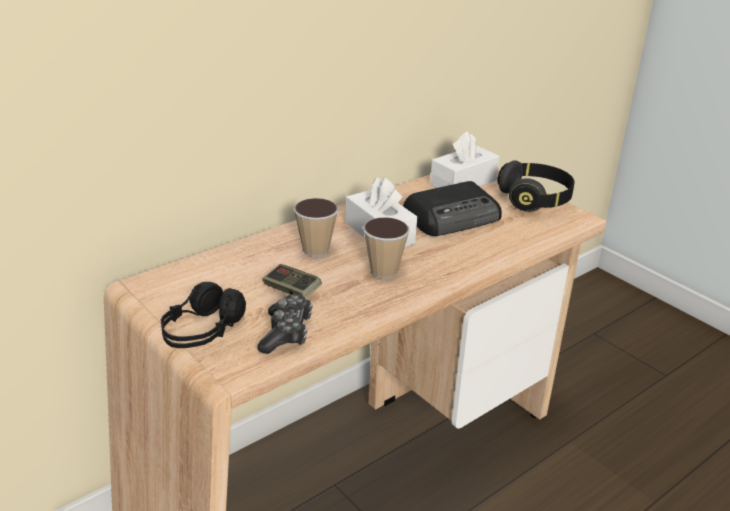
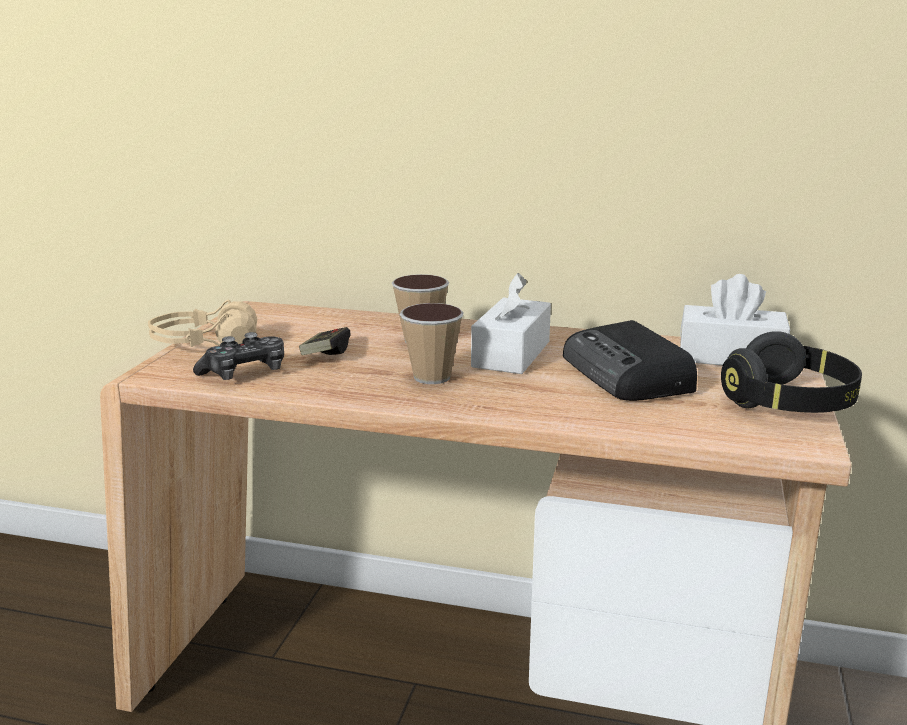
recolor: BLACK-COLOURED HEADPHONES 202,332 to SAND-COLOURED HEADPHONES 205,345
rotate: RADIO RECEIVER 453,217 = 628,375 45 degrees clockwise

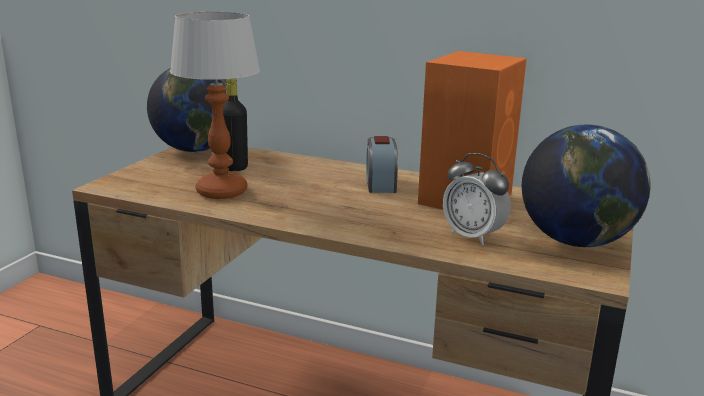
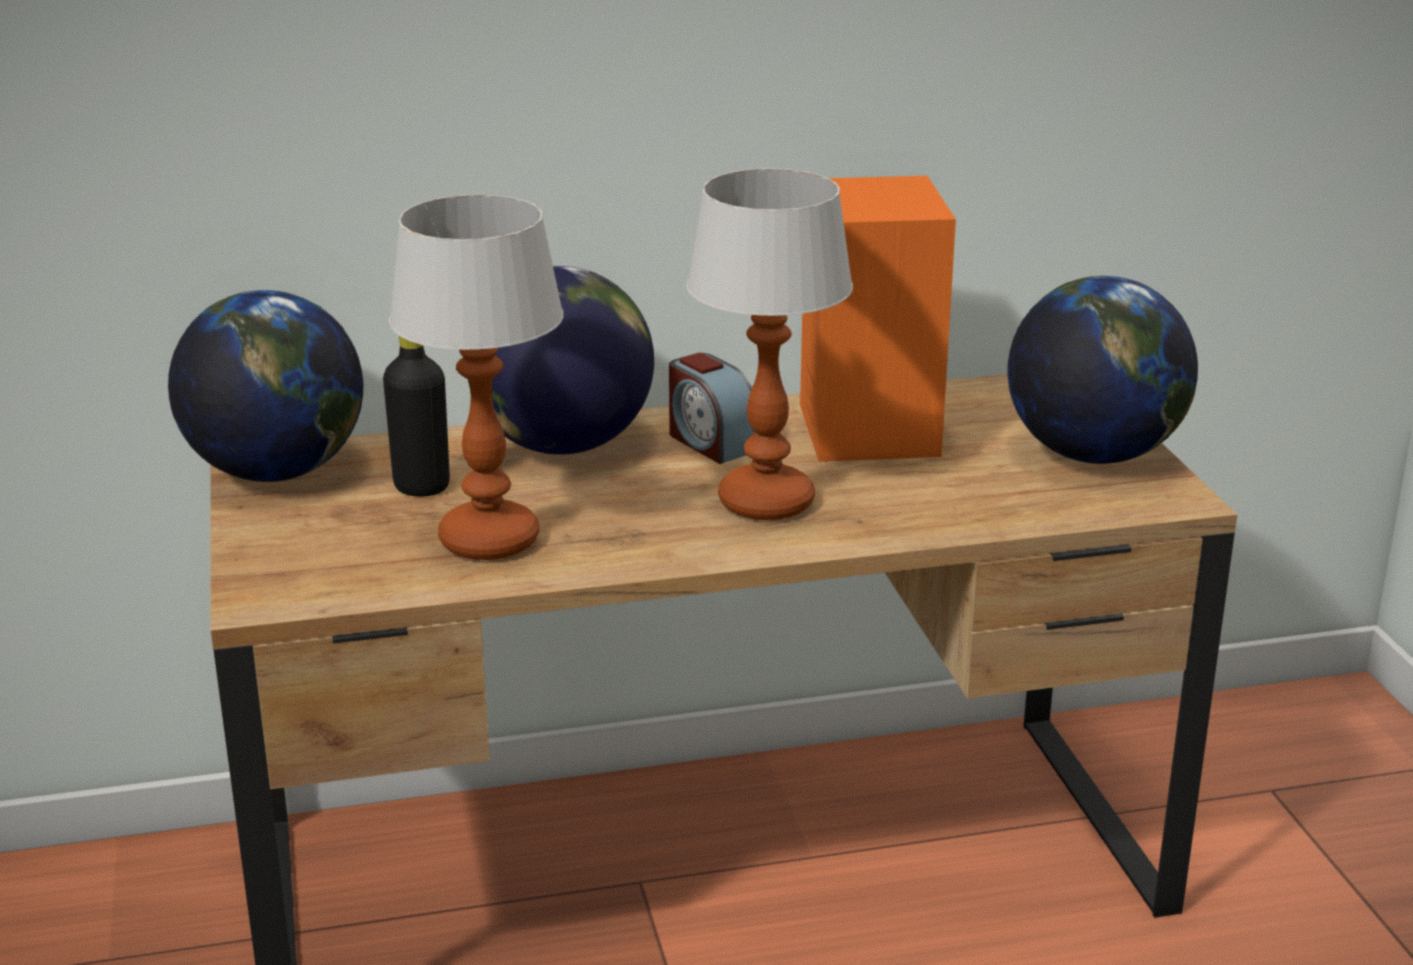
delete: BEDSIDE CLOCK 473,236
insert: DESK GLOBE 562,445; TABLETOP LAMP 765,503

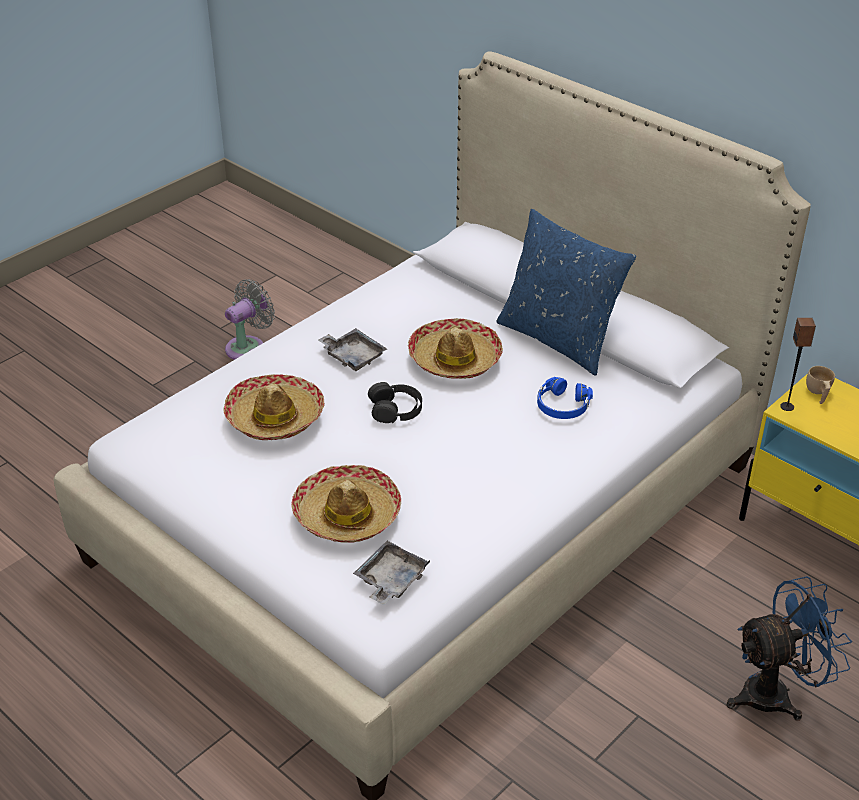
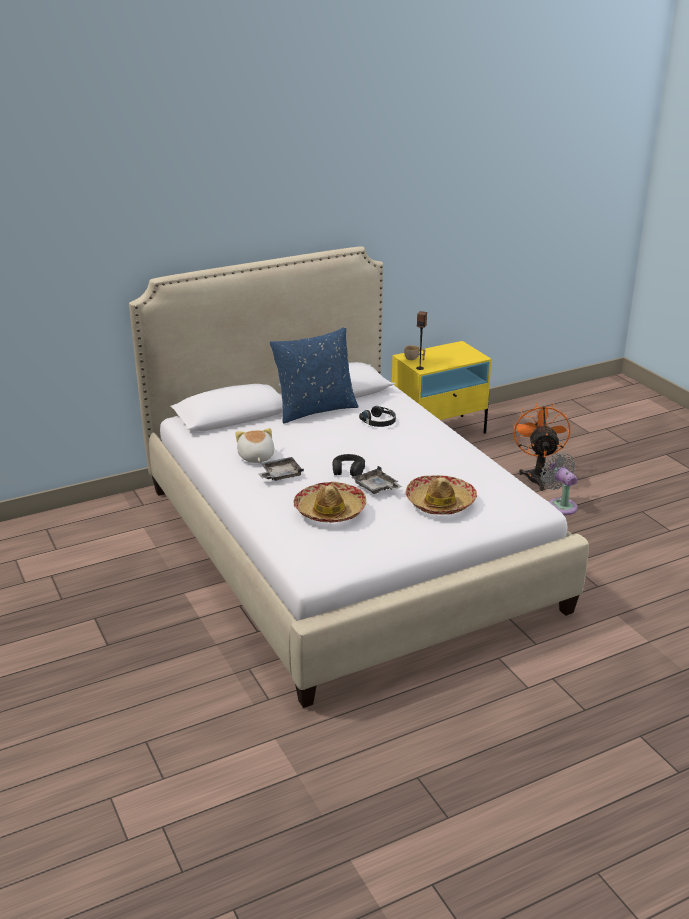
delete: CLOTHING HAT 454,359
insert: PLUSH TOY 255,457
move: GREY TRAY 390,580 to 376,487; GREY ELECTRIC FAN 248,347 to 560,505
recolor: BLUE HEADPHONES 562,406 to BLACK-COLOURED HEADPHONES 379,422; BLUE ELECTRIC FAN 776,693 to ORANGE ELECTRIC FAN 538,475

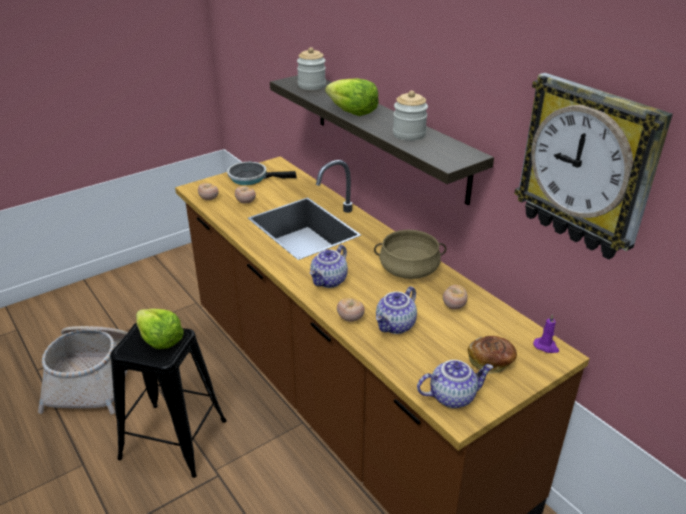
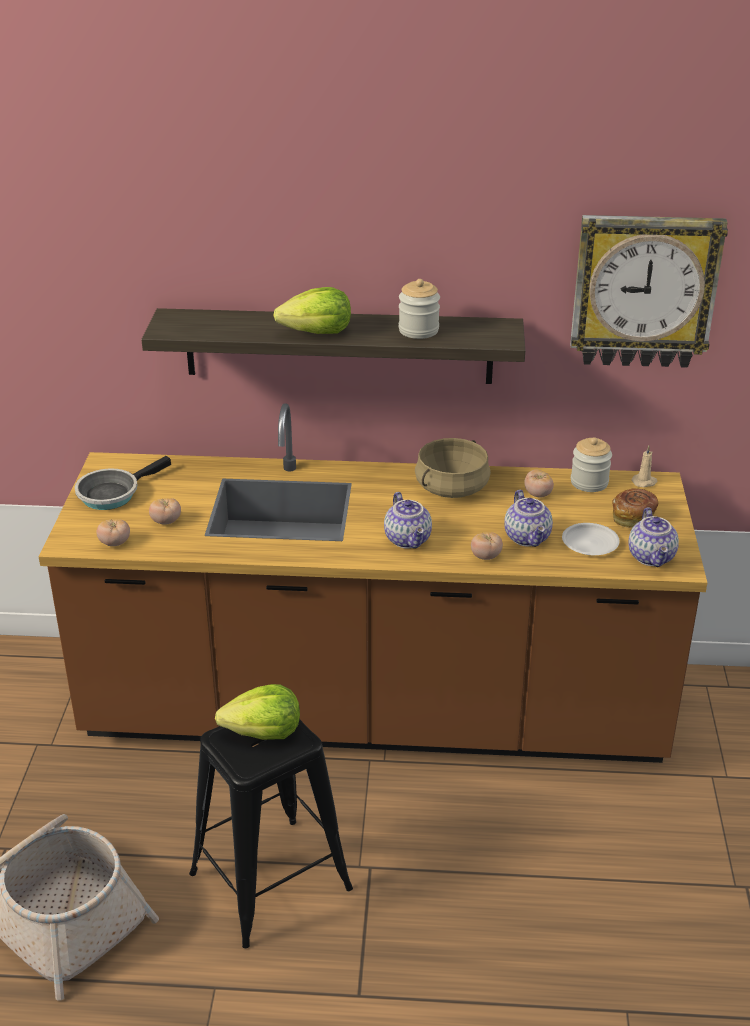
insert: WHITE-COLOURED FLAT DISH 590,543
move: STORAGE JAR 311,85 to 589,482
recolor: PURPLISH WAX CANDLE 546,346 to SAND-COLOURED WAX CANDLE 644,482
rotate: POT FOR TEA 452,396 = 652,557 150 degrees clockwise

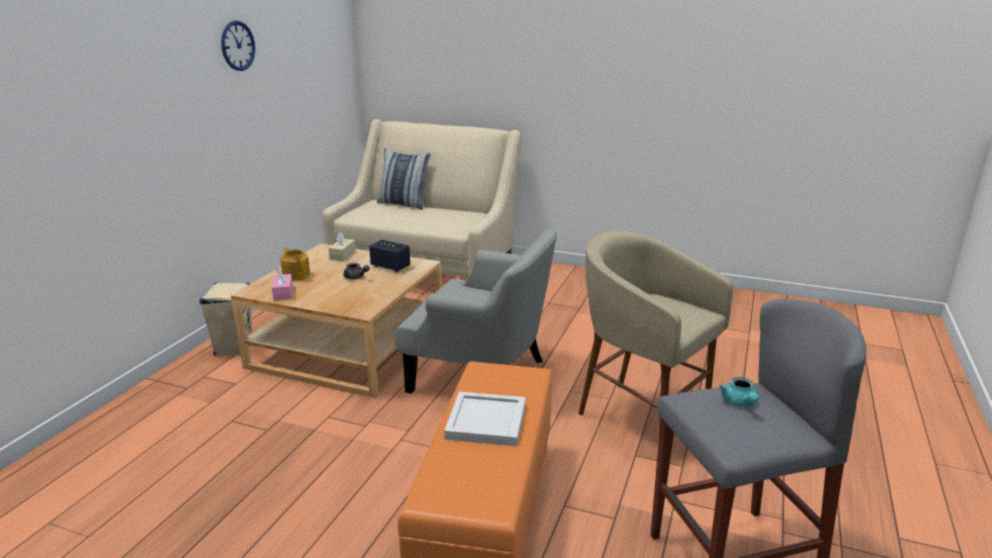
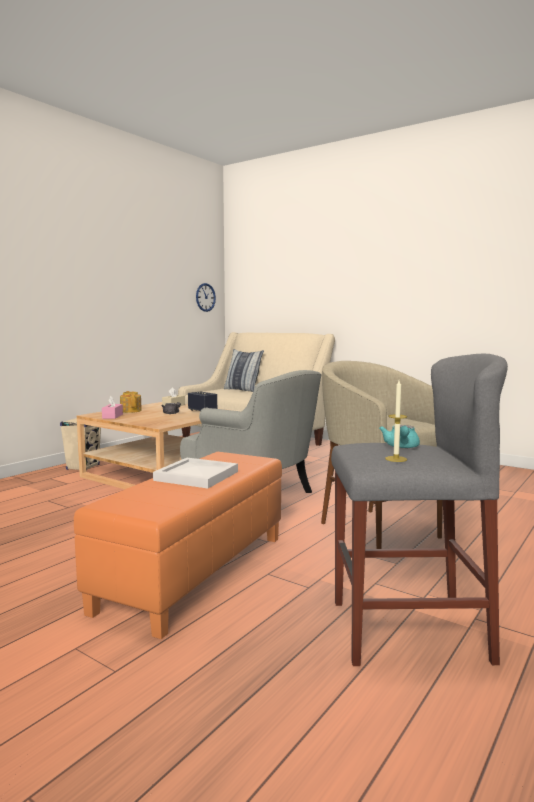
insert: WAX CANDLE 396,459
move: HANGING CLOCK 237,46 to 205,297

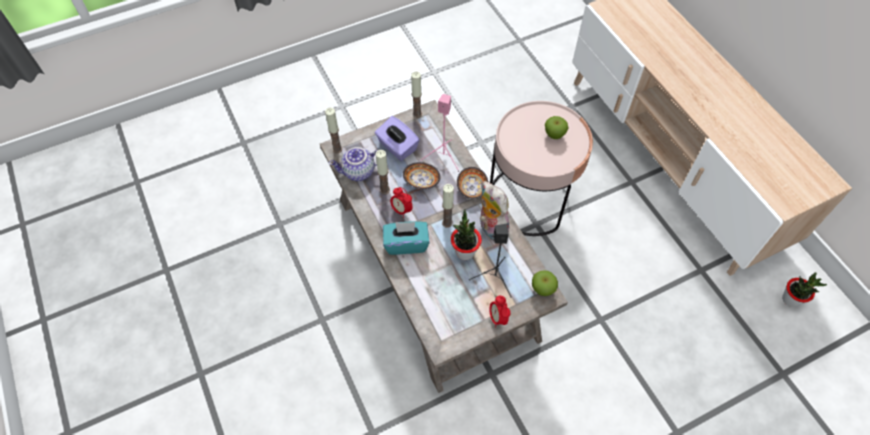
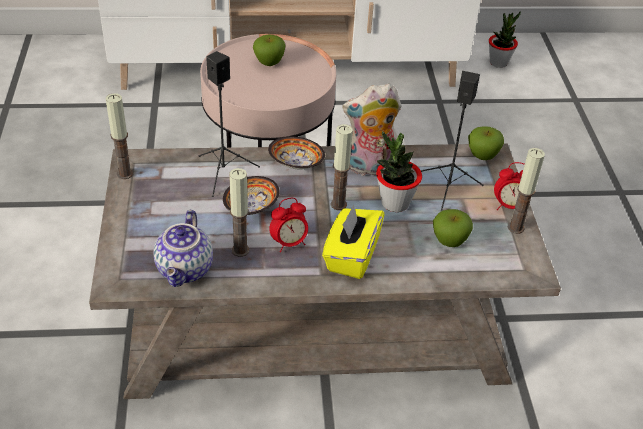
delete: PURPLISH TISSUE BOX 397,147
insert: WHOLE APPLE 449,241
move: WAX CANDLE 337,149 to 515,227
recolor: PINK-COLOURED SPEAKER 444,157 to BLACK-COLOURED SPEAKER 224,172; TURQUOISE-COLOURED TISSUE BOX 406,244 to YELLOW-COLOURED TISSUE BOX 351,256

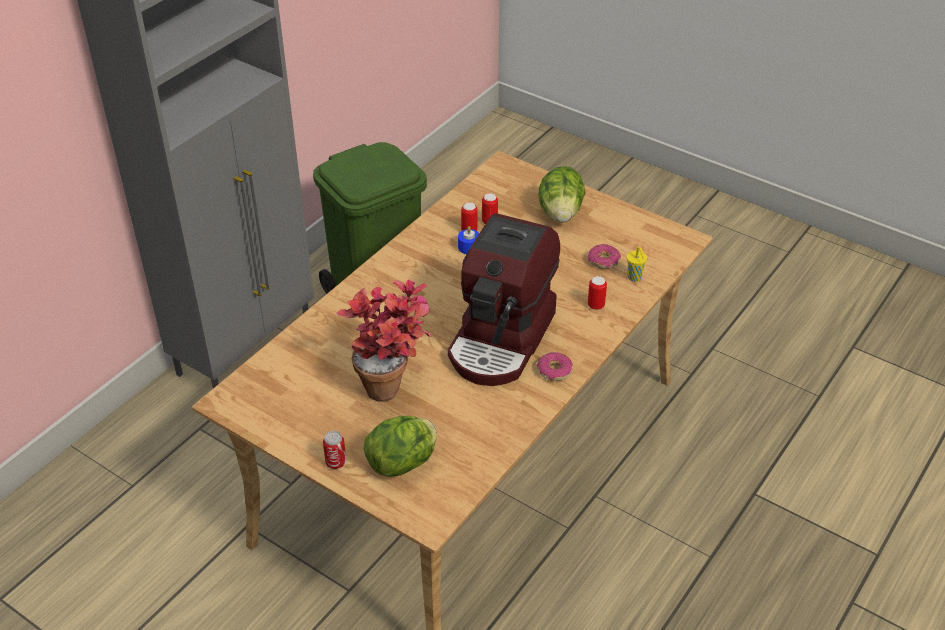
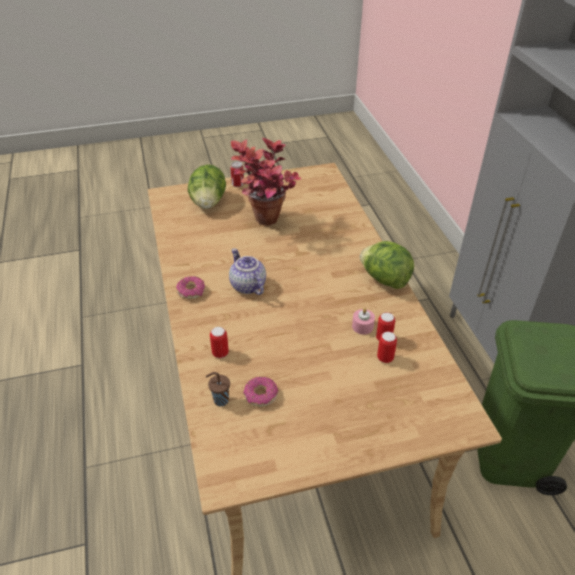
move: LETTUCE 560,213 to 384,279
replace: COFFEE MAKER 502,339 to POT FOR TEA 247,286
recolor: YELLOW-COLOURED SMALL CUP 634,278 to BROWNISH SMALL CUP 220,400; BLUE WAX CANDLE 469,247 to PINK-COLOURED WAX CANDLE 362,326

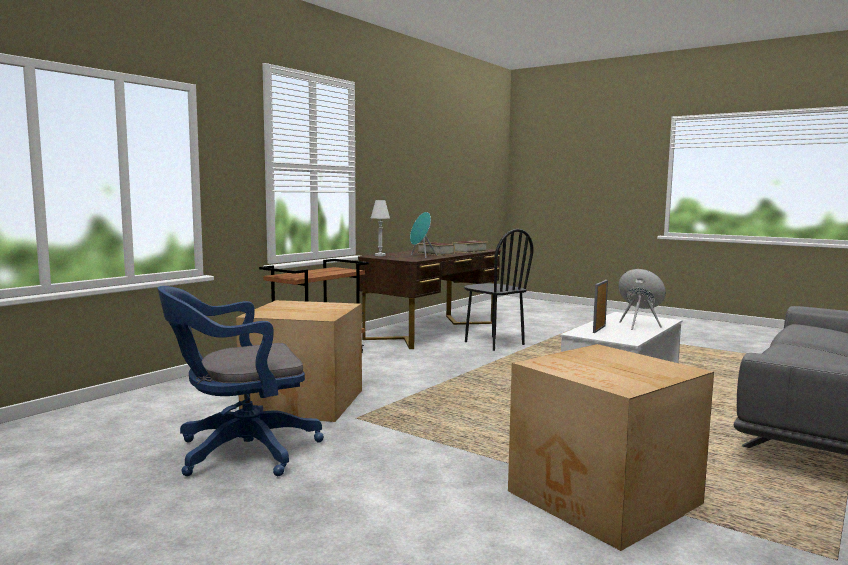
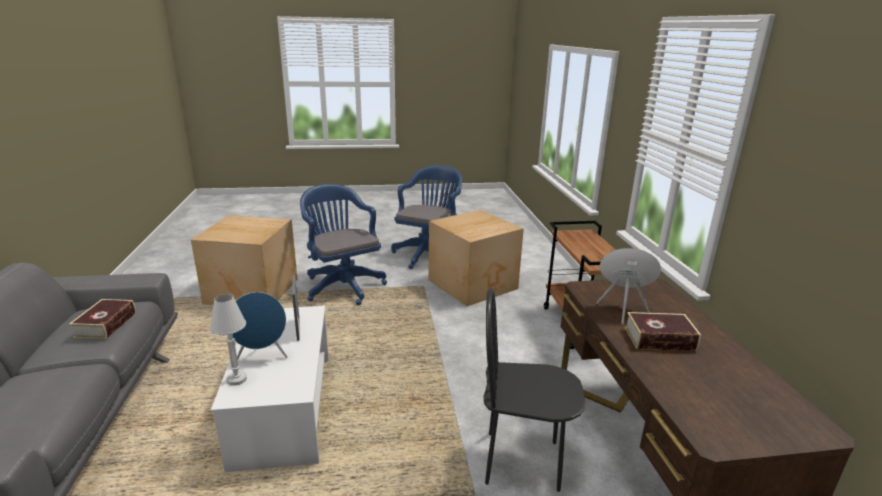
insert: BLUE OFFICE CHAIR 342,285
move: BOUND BOOK 469,251 to 106,324; WHITE-COLOURED TABLETOP LAMP 380,255 to 237,379

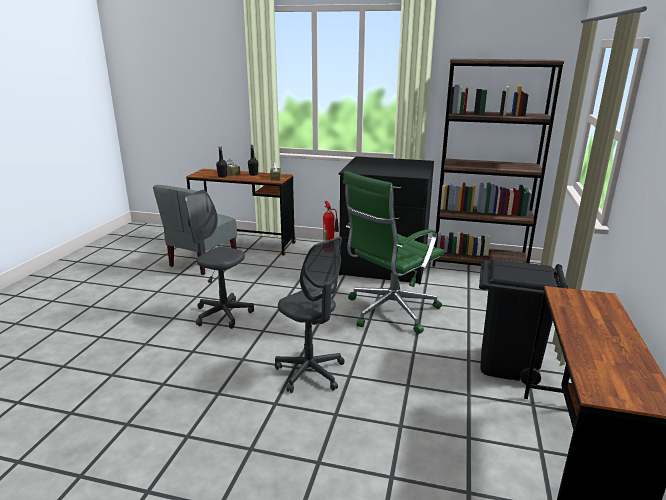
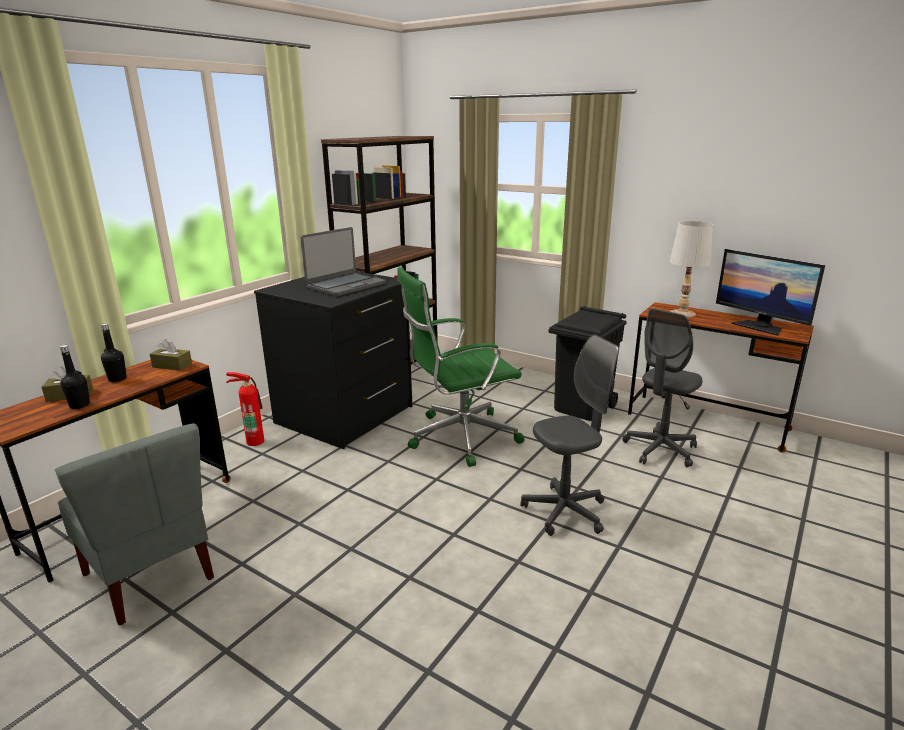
insert: PORTABLE COMPUTER 345,285; WHITE-COLOURED TABLETOP LAMP 682,314; COMPUTER DISPLAY 760,327
move: GREY OFFICE CHAIR 223,314 to 660,450
rotate: GREENISH OFFICE CHAIR 389,311 = 460,437 90 degrees clockwise

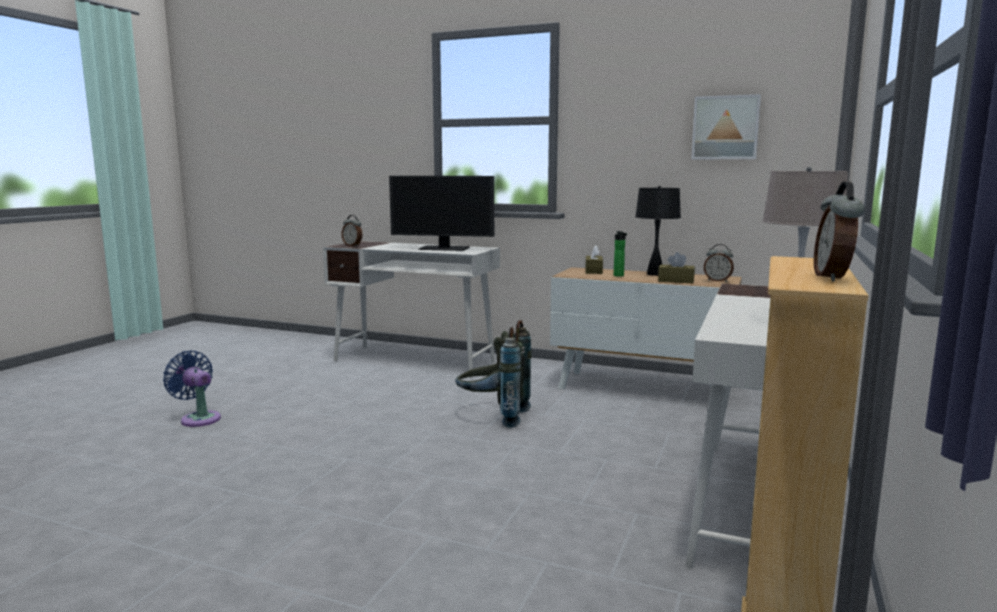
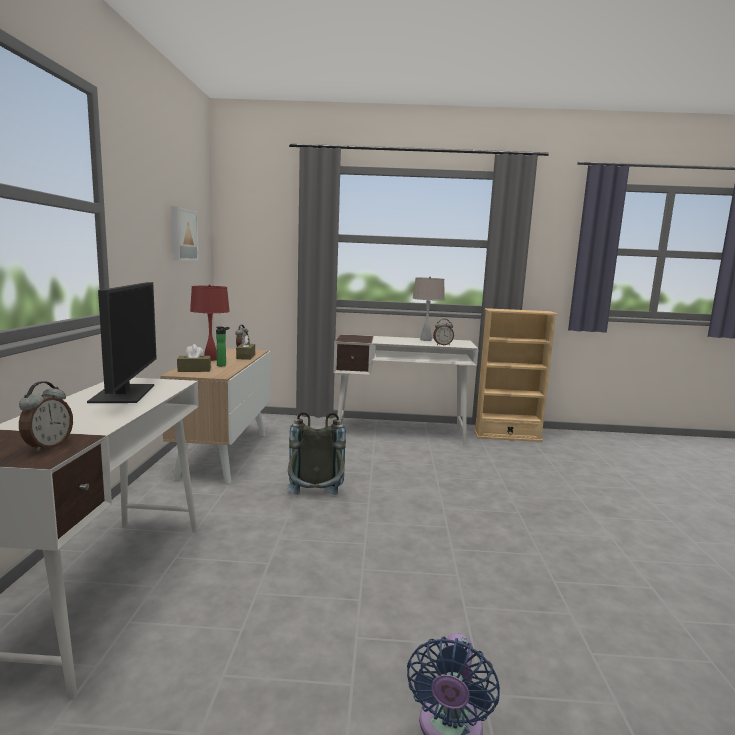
move: BEDSIDE CLOCK 833,278 to 442,345
recolor: BLACK-COLOURED TABLETOP LAMP 655,274 to RED TABLETOP LAMP 211,359

